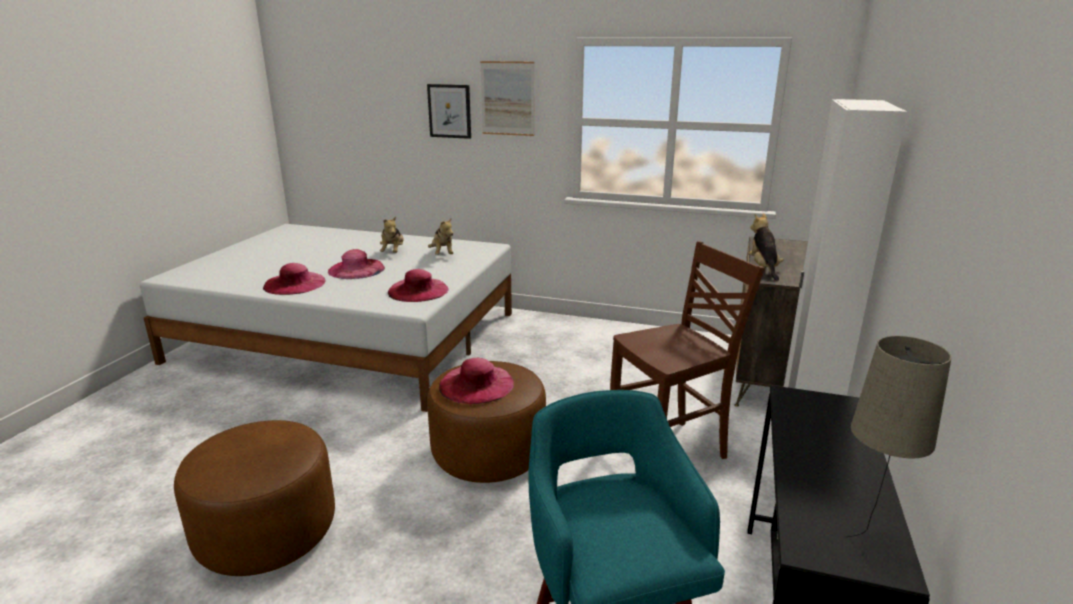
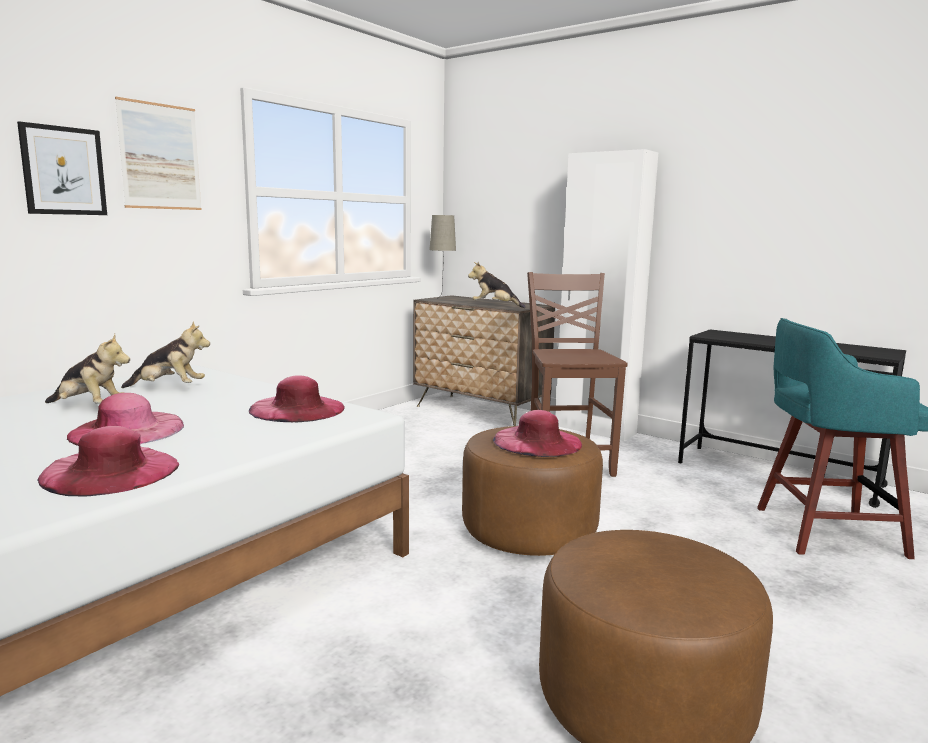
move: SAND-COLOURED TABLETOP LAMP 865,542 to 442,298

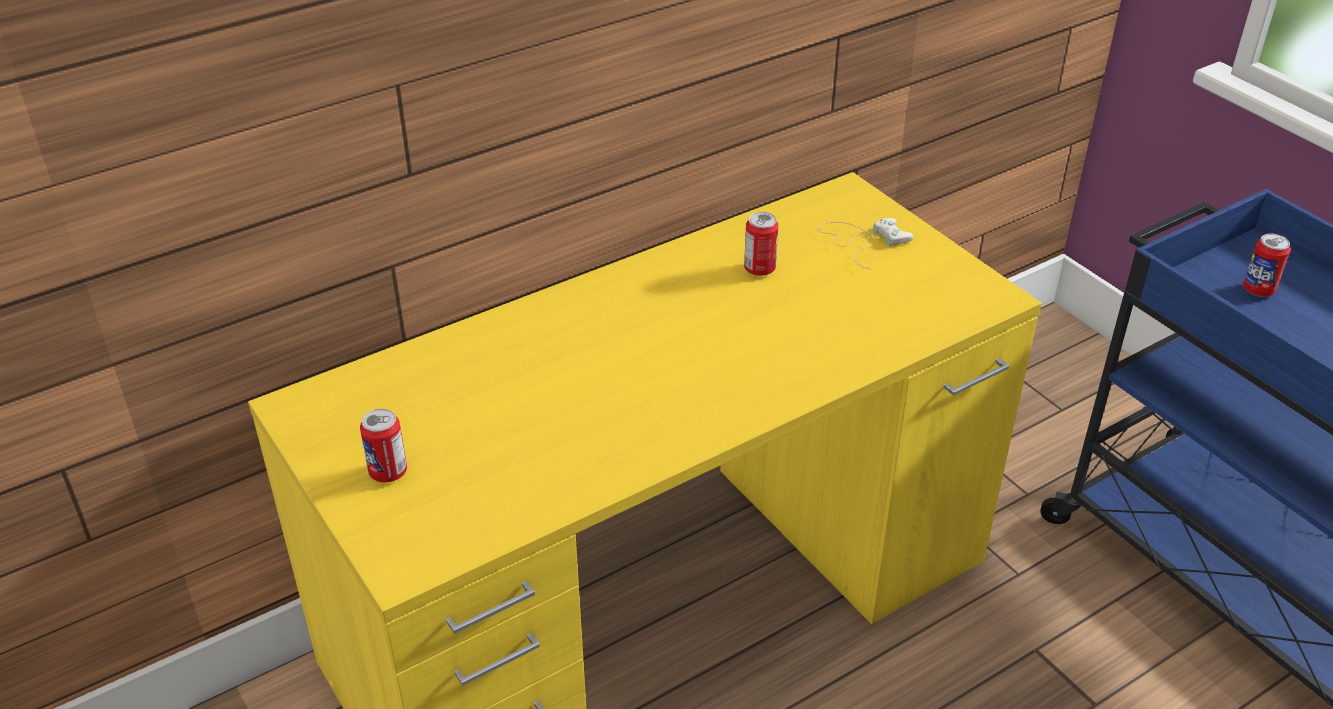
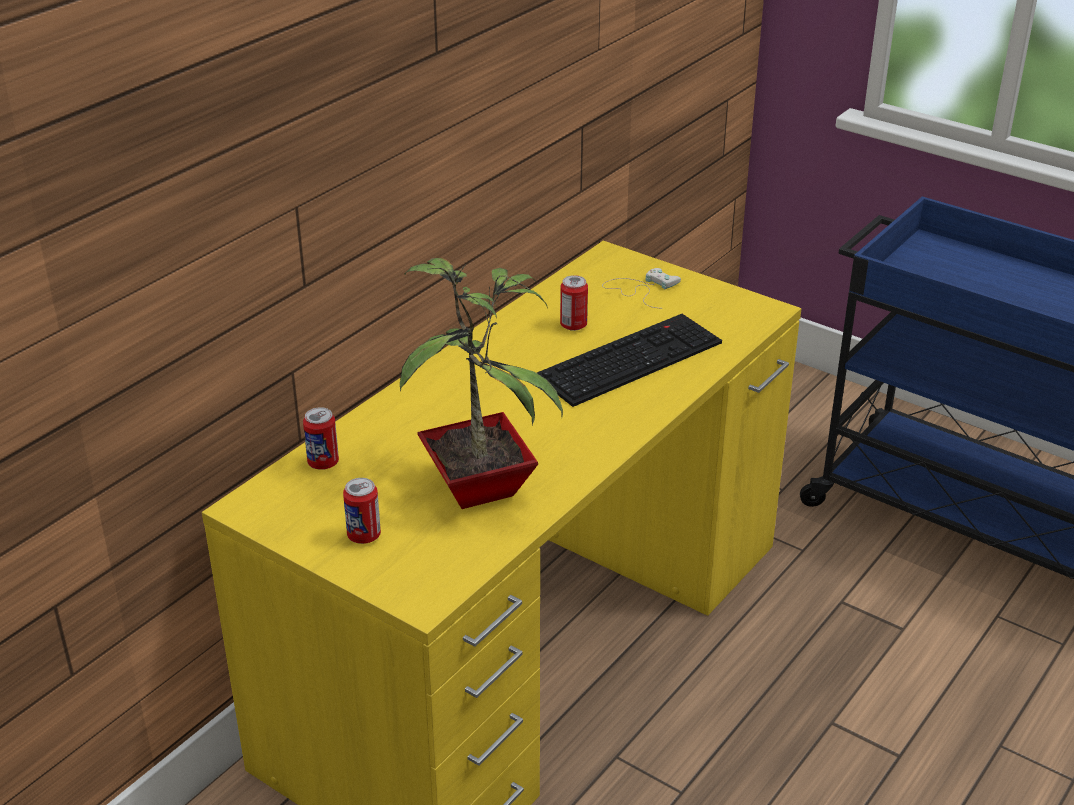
insert: HOUSEPLANT 483,487; COMPUTER KEYBOARD 629,358
move: SEALED CAN 1258,290 to 323,463

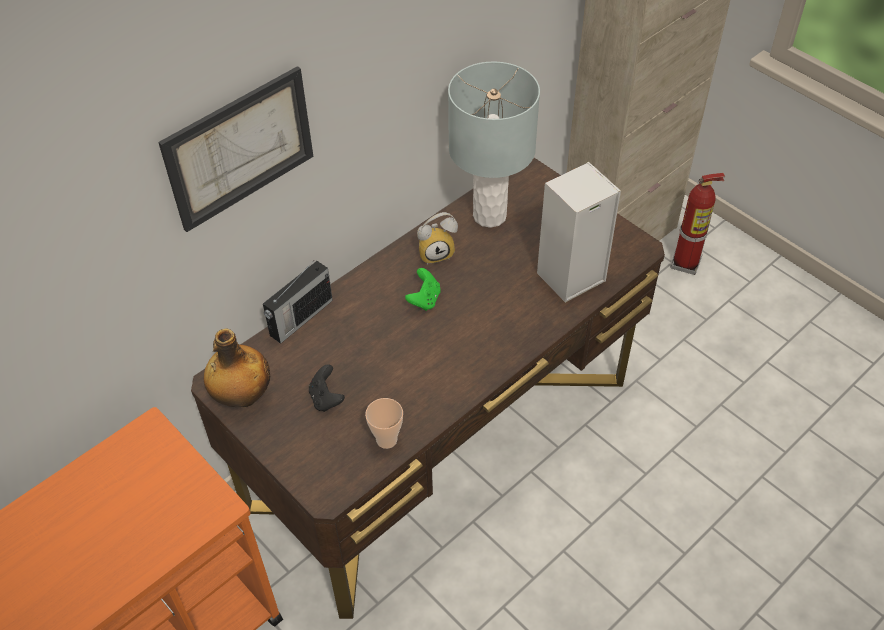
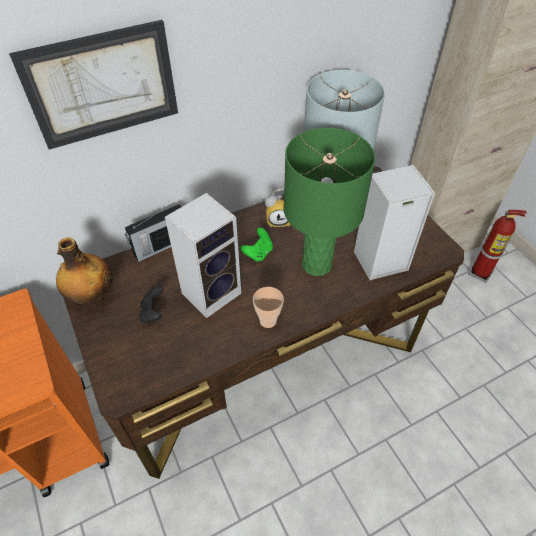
insert: SPEAKER 212,291; GREENISH TABLETOP LAMP 316,265
move: SMALL CUP 386,439 to 268,321

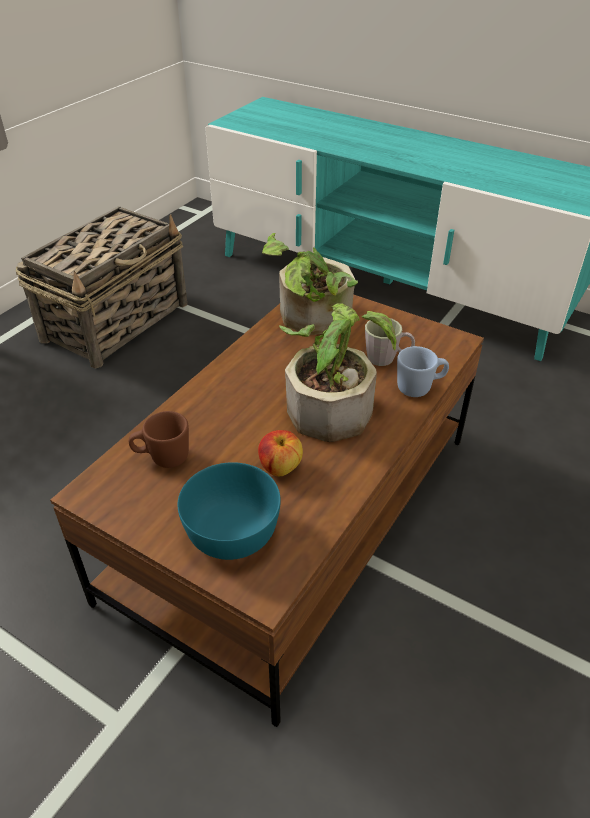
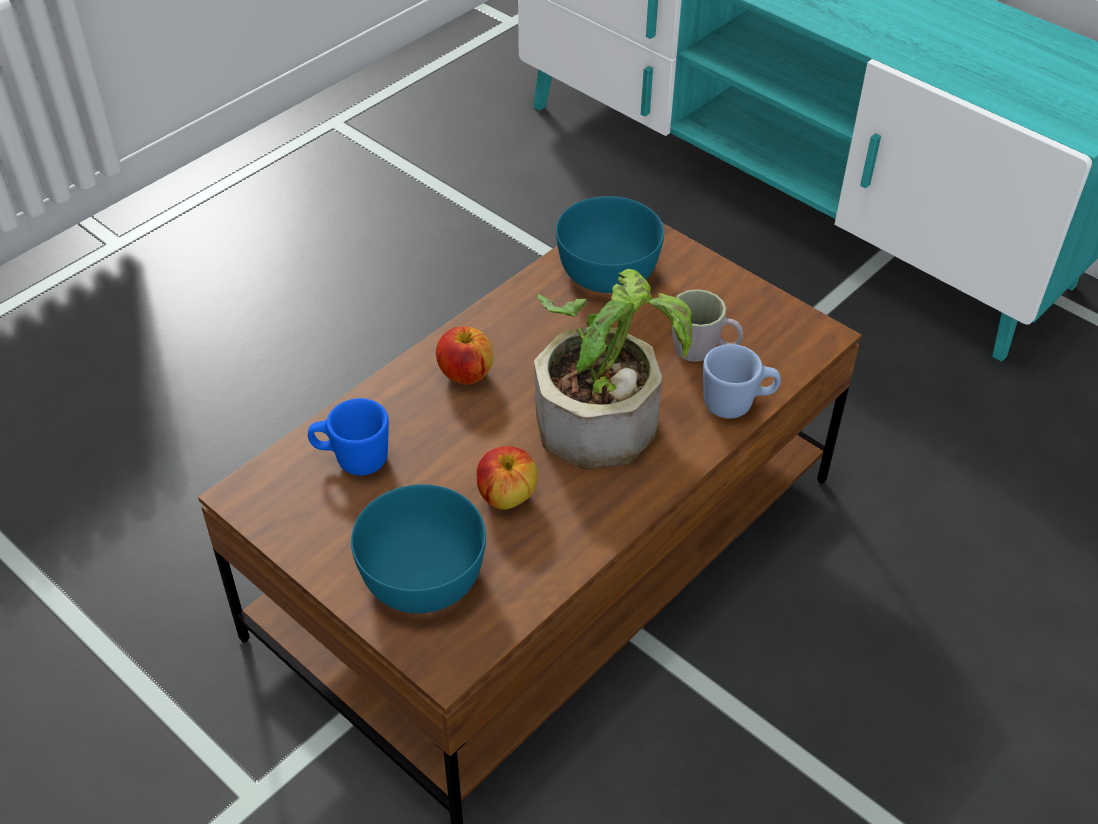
delete: BASKET 117,321
insert: WHOLE APPLE 465,374
replace: HOUSEPLANT 310,320 to TURQUOISE-COLOURED BOWL 607,271
recolor: BROWNISH MUG 162,458 to BLUE MUG 352,459

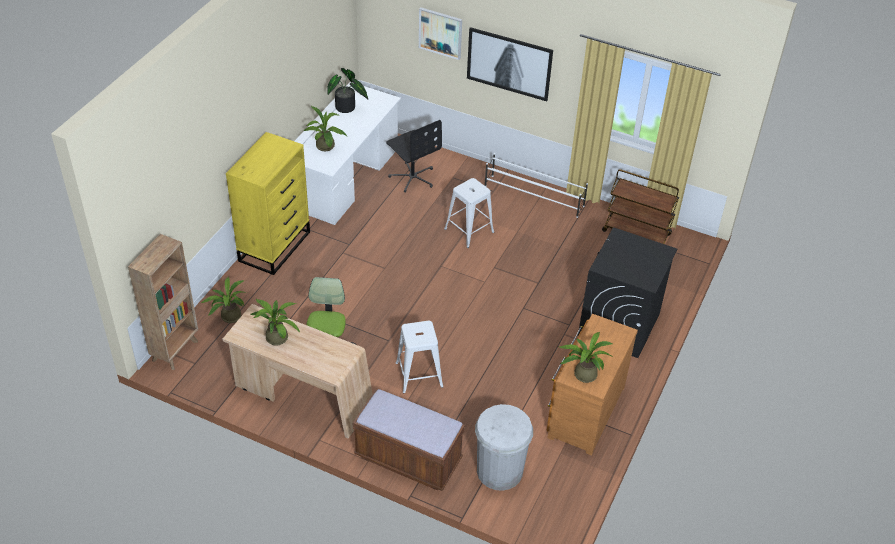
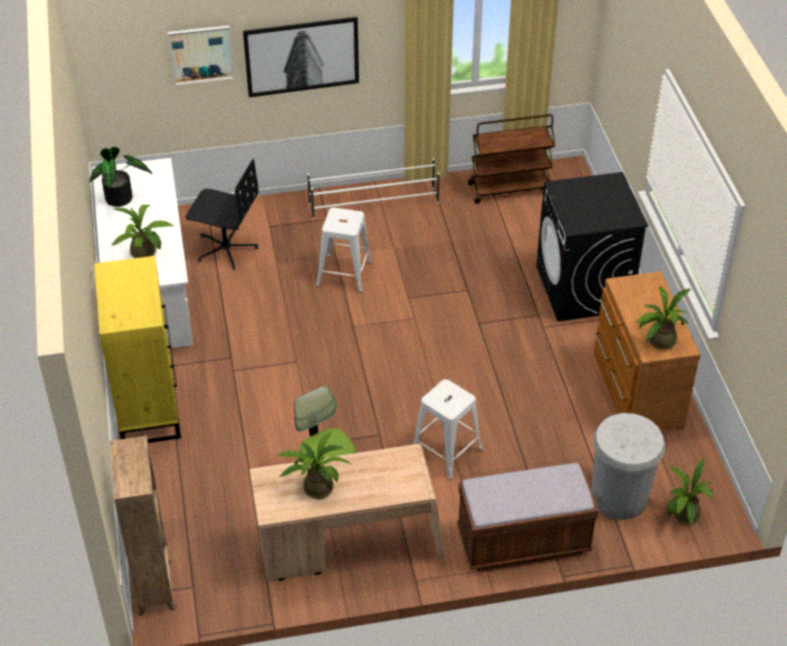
move: HOUSEPLANT 228,317 to 683,516

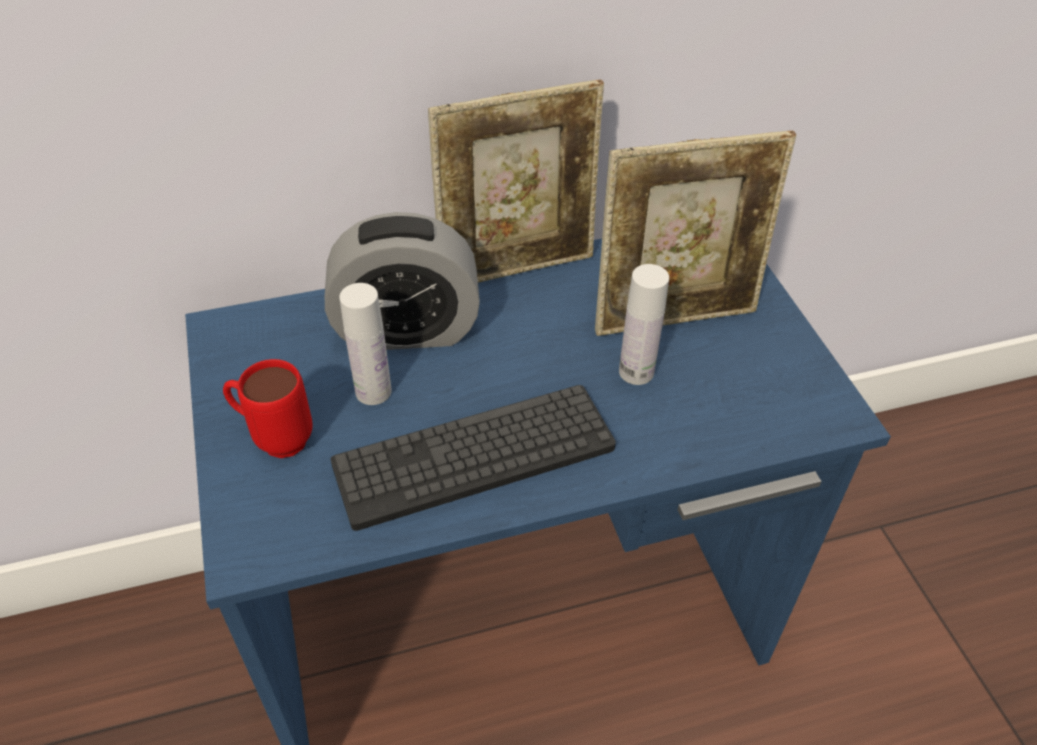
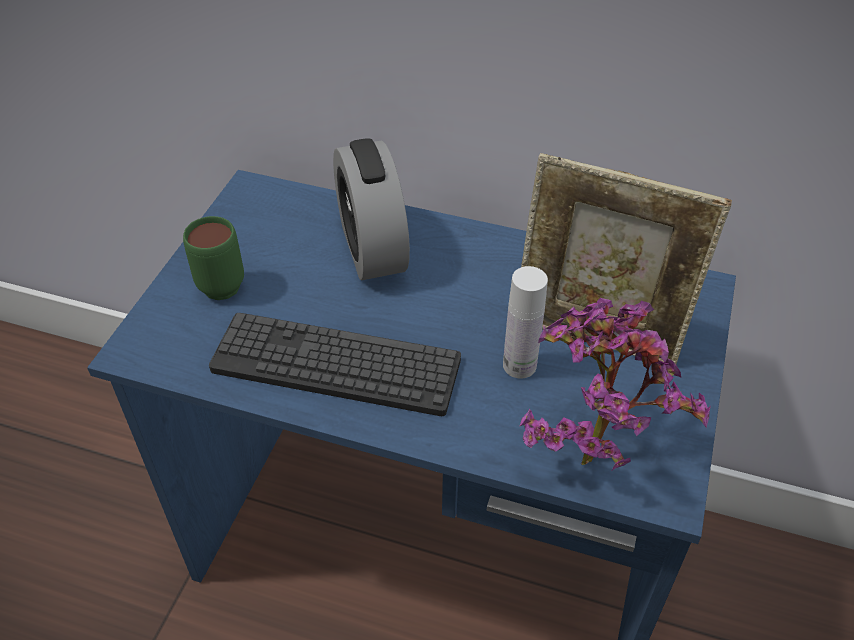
delete: WHITE-COLOURED BEVERAGE BOTTLE 373,391; PHOTO FRAME 517,267
insert: HOUSEPLANT 590,449
recolor: RED MUG 274,438 to GREENISH MUG 217,282
rotate: BEDSIDE CLOCK 407,330 = 372,249 45 degrees clockwise

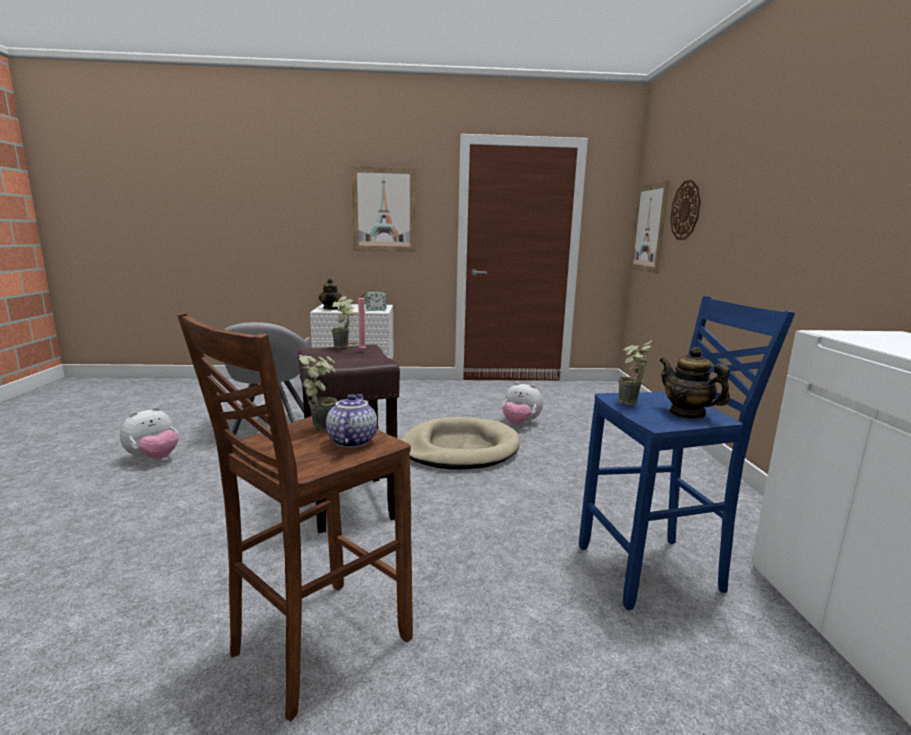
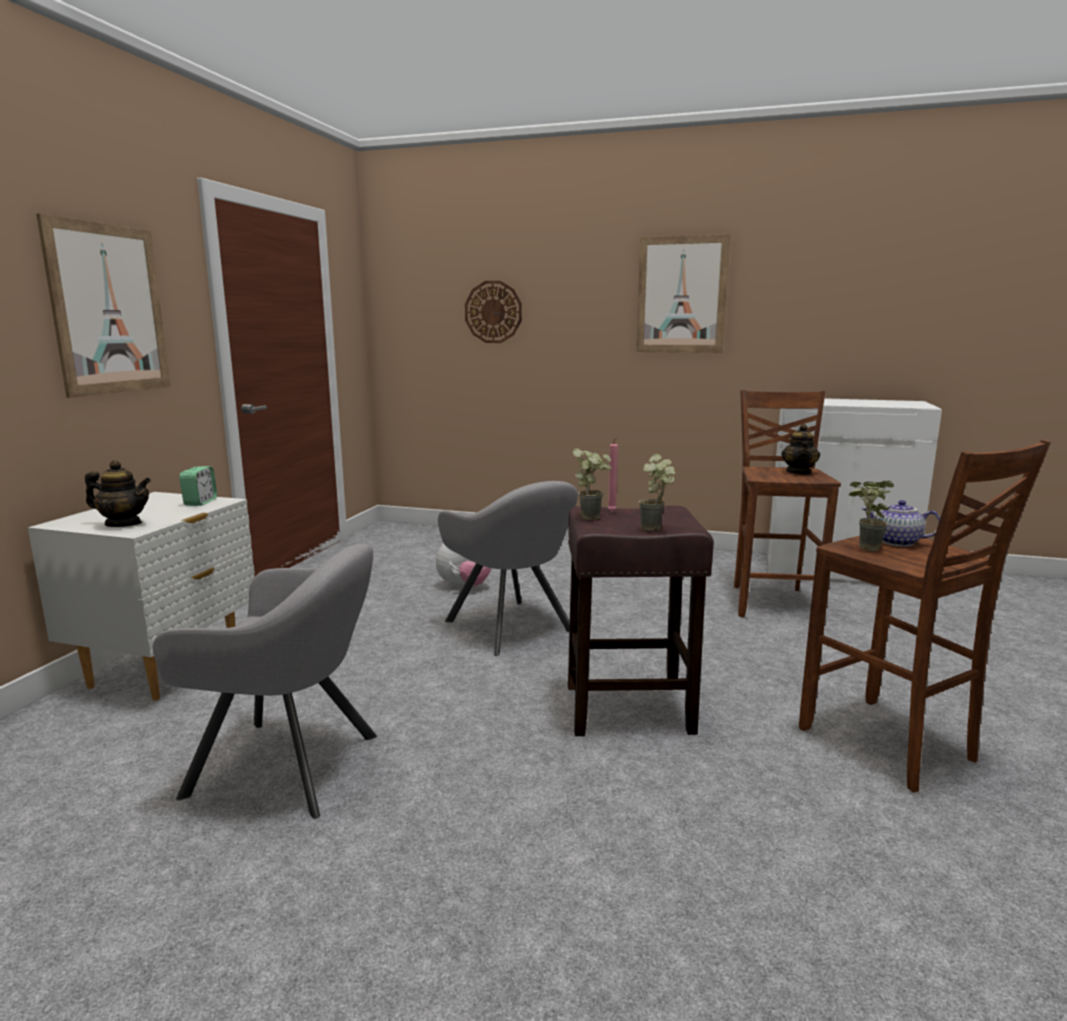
delete: PLUSH TOY 154,458
move: WALL PICTURE 649,228 to 681,295; HOUSEPLANT 629,404 to 657,529
replace: SAND-COLOURED DOG CUSHION 459,449 to GREY ARMCHAIR 512,628
recolor: BLUE STOOL SEAT 654,570 to BROWNISH STOOL SEAT 773,602
rotate: POT FOR TEA 687,413 = 799,472 60 degrees counterclockwise

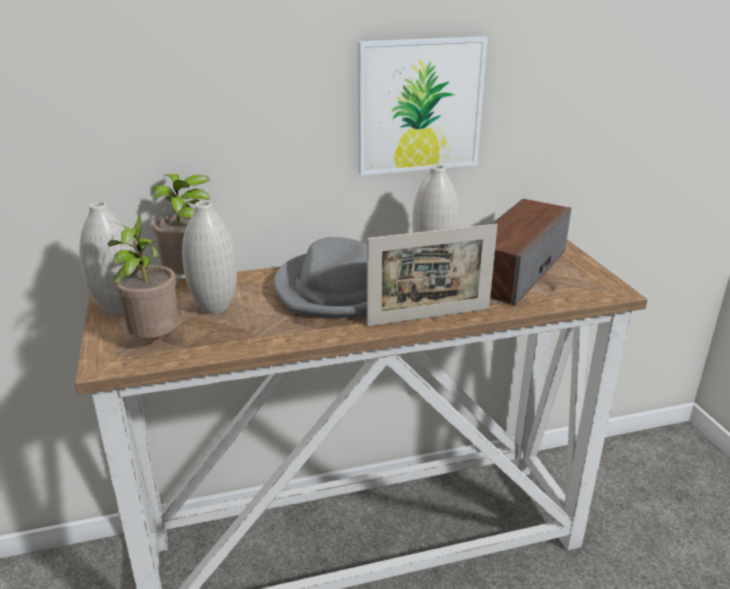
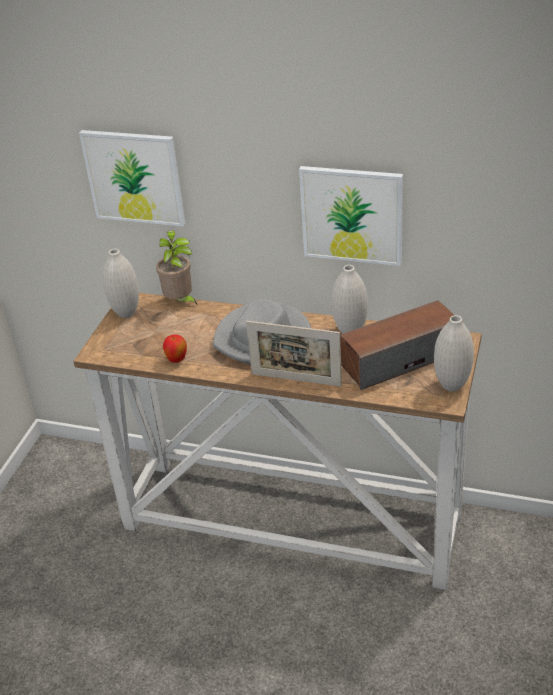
delete: HOUSEPLANT 153,342
insert: WALL PICTURE 134,177; WHOLE APPLE 177,360
move: WHITE-COLOURED DECORATIVE VASE 215,308 to 452,385

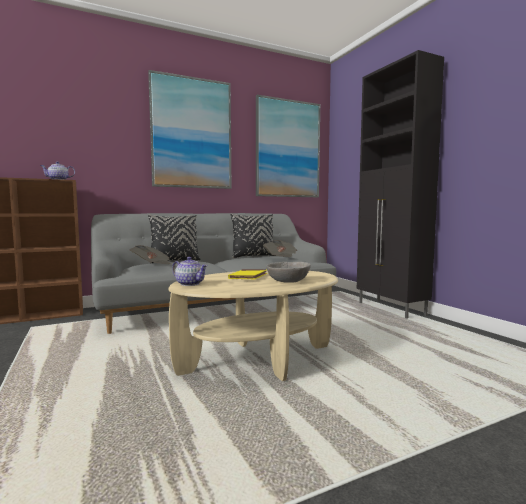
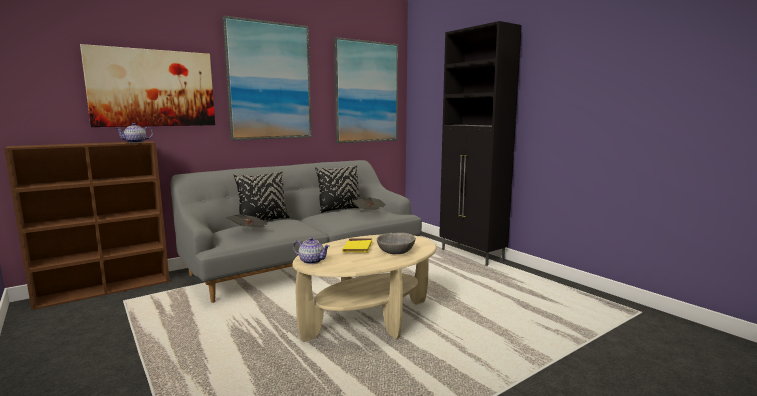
insert: WALL PICTURE 153,88

